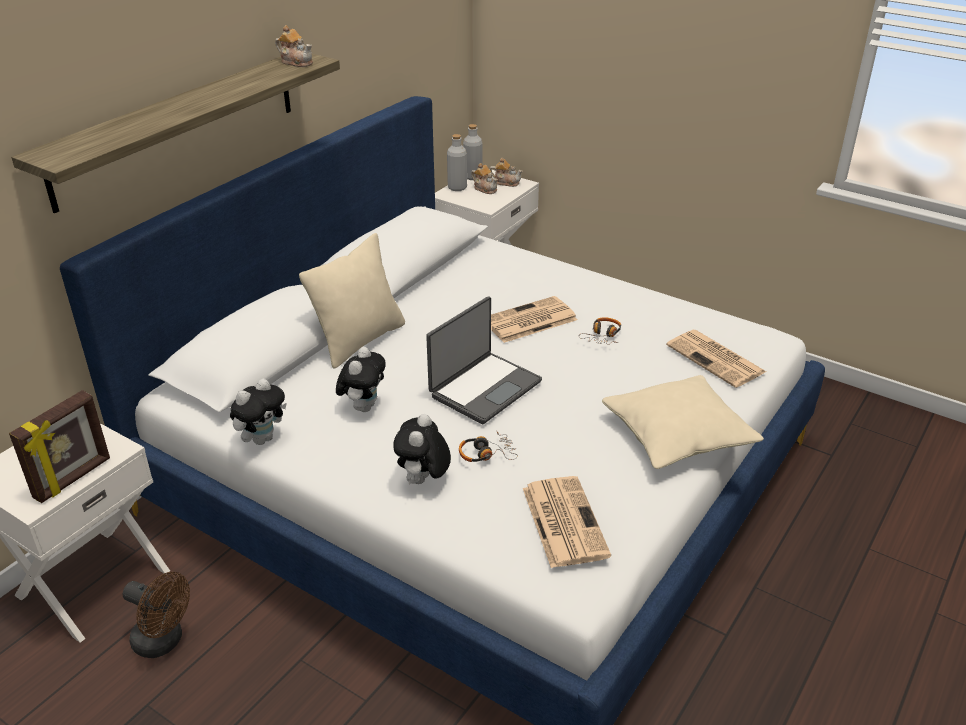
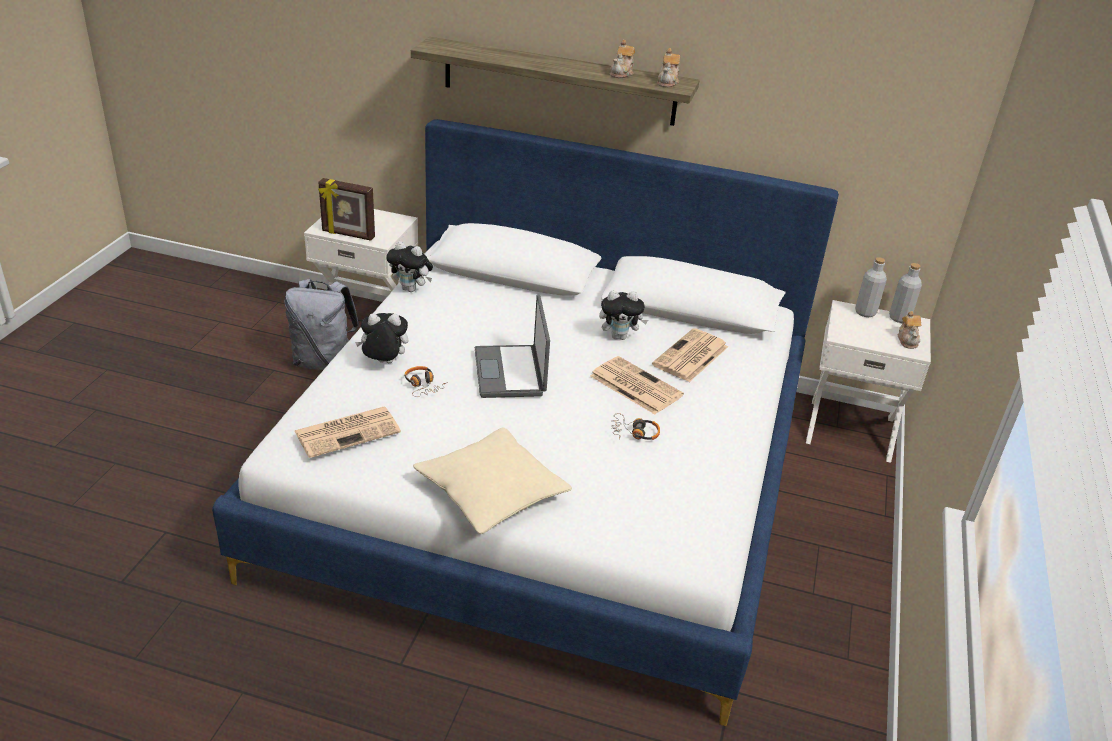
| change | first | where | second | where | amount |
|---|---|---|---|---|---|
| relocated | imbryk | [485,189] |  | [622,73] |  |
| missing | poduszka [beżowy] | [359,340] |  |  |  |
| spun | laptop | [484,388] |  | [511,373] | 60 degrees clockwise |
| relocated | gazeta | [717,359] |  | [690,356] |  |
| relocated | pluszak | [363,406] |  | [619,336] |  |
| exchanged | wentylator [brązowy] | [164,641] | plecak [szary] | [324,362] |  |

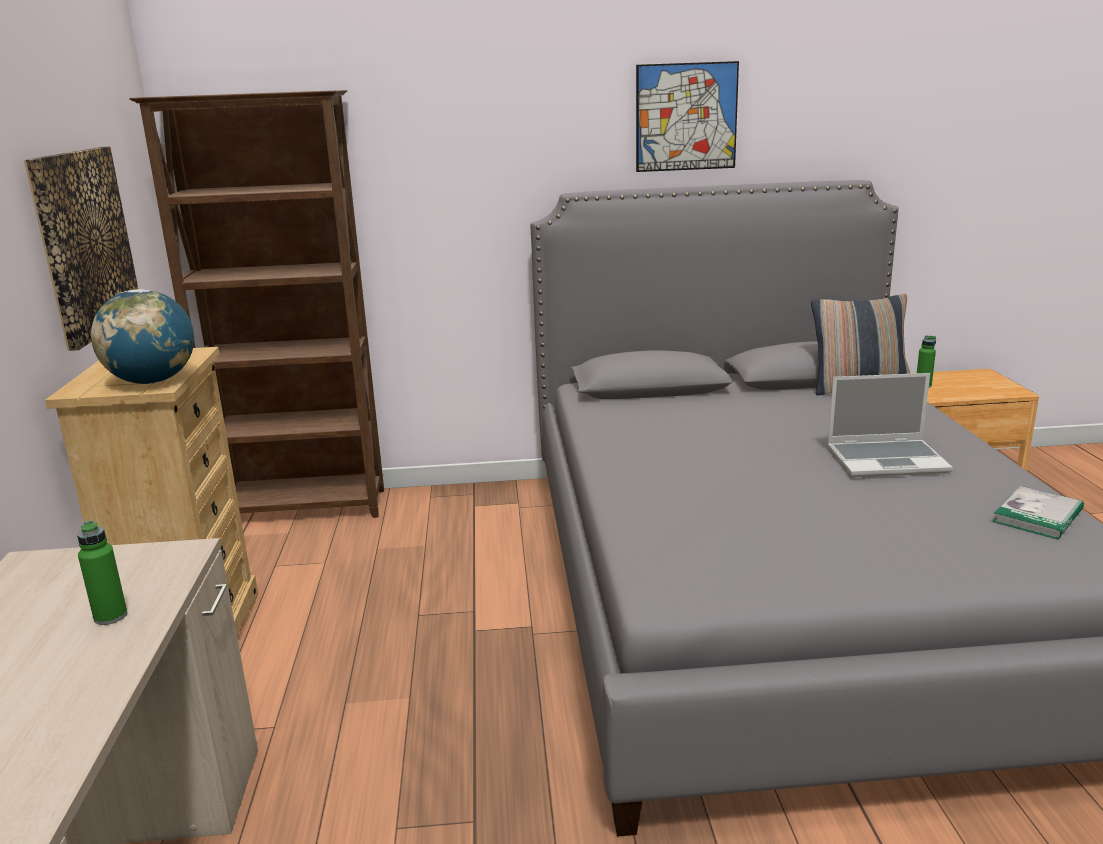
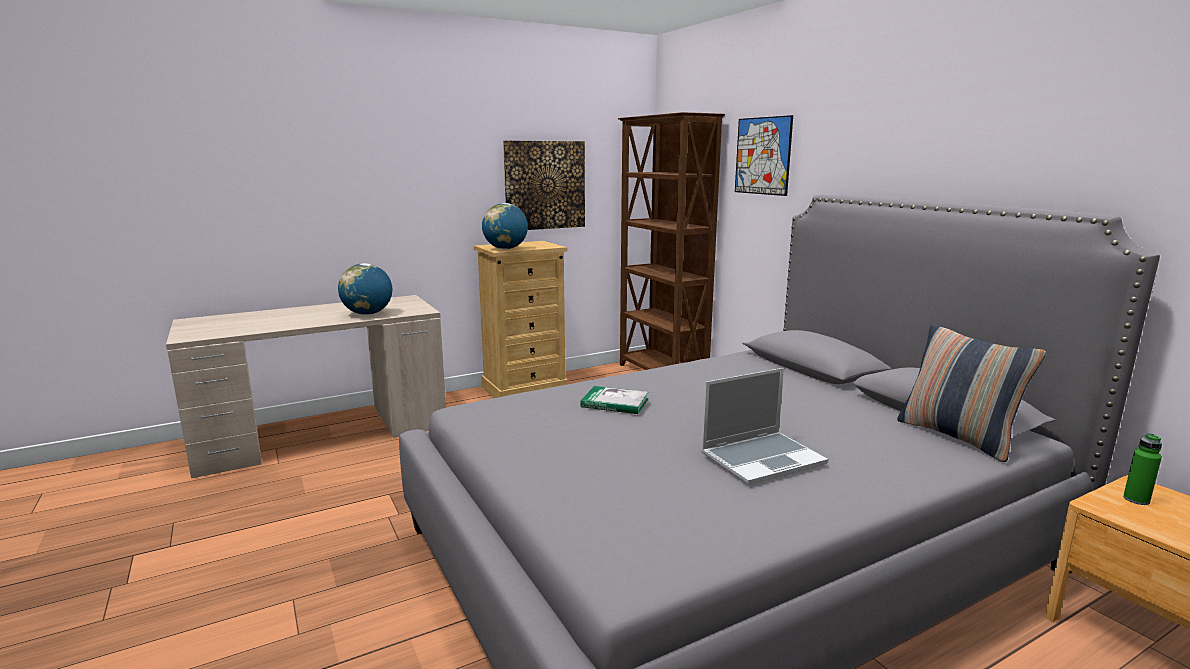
| change | first | where | second | where | amount |
|---|---|---|---|---|---|
| relocated | obraz | [686,117] |  | [762,156] |  |
| spun | laptop | [887,460] |  | [762,459] | 90 degrees counterclockwise |
| relocated | książka | [1038,516] |  | [615,403] |  |
| exchanged | butelka [zielony] | [110,616] | globus | [368,314] |  |

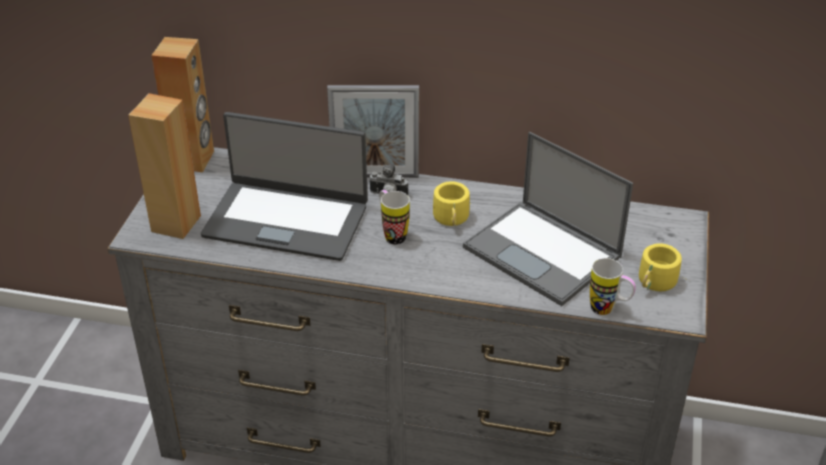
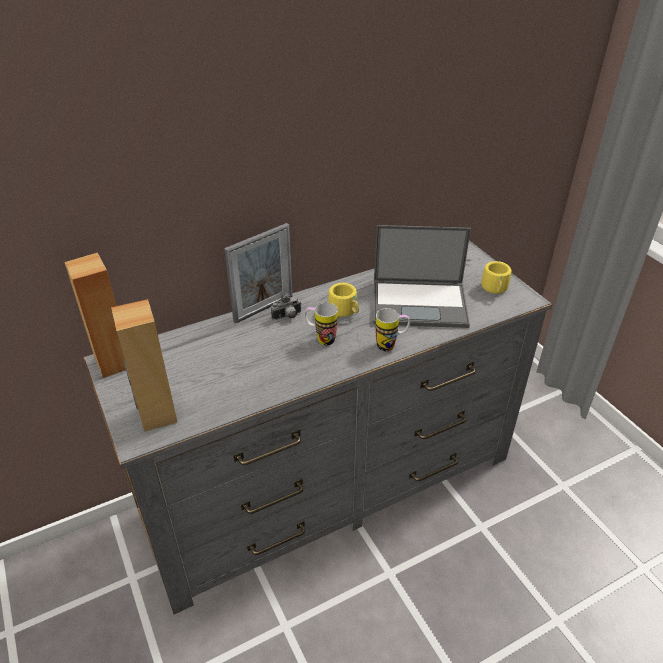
| change | first | where | second | where | amount |
|---|---|---|---|---|---|
| missing | laptop | [286,220] |  |  |  |
| relocated | kubek | [608,310] |  | [391,345] |  |

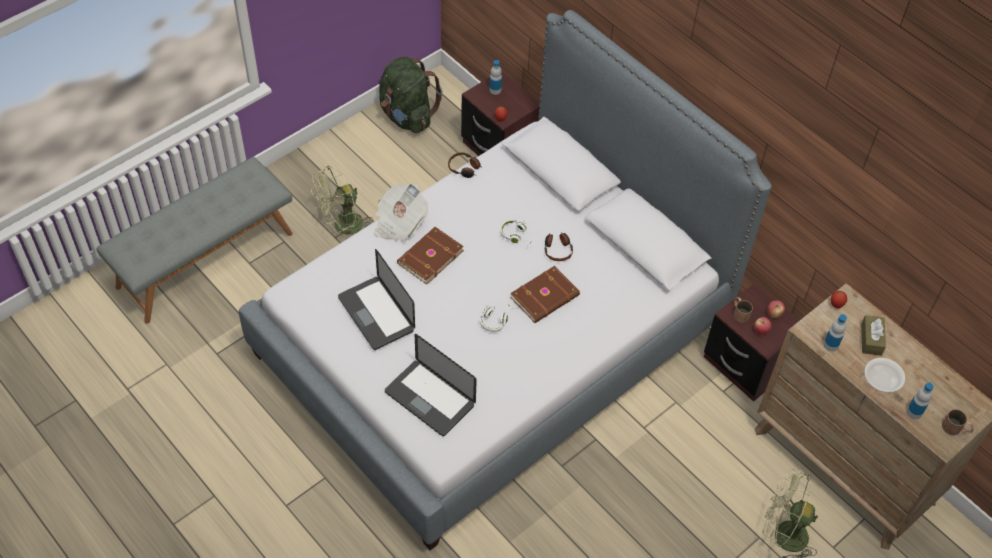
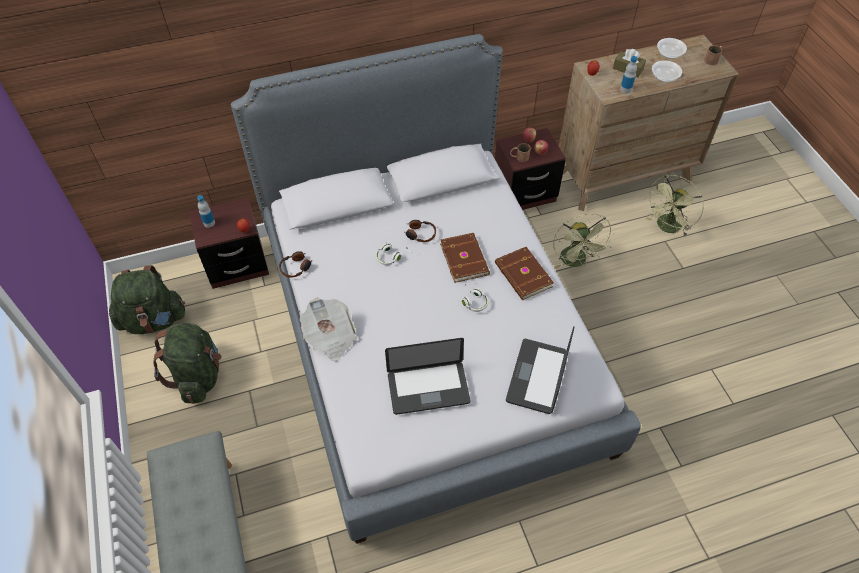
| change | first | where | second | where | amount |
|---|---|---|---|---|---|
| relocated | wentylator [zielony] | [343,227] |  | [576,262] |  |
| relocated | książka [brązowy] | [429,257] |  | [522,275] |  |
| spun | laptop | [429,398] |  | [537,376] | 135 degrees clockwise |
| missing | butelka | [914,412] |  |  |  |
| appeared |  |  | miska | [669,54] |  |
| appeared |  |  | plecak [zielony] | [198,376] |  |

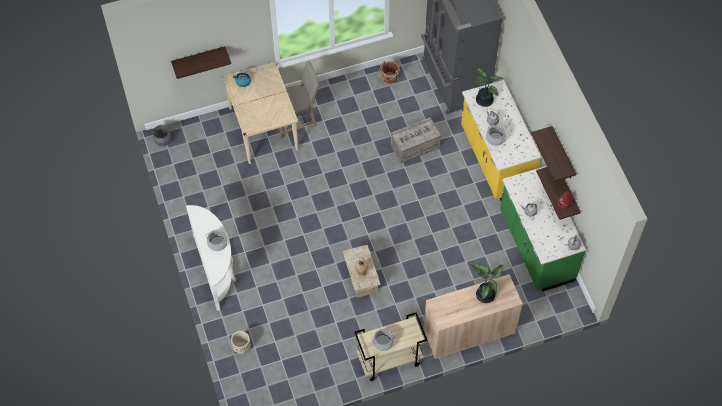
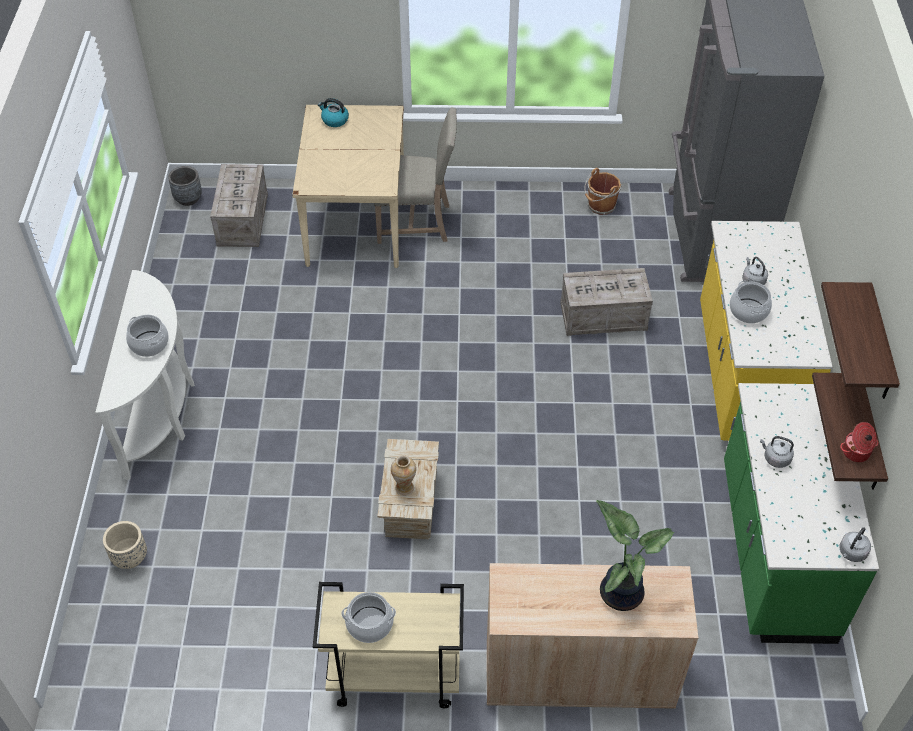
| change | first | where | second | where | amount |
|---|---|---|---|---|---|
| missing | półka | [199,58] |  |  |  |
| missing | roślina doniczkowa | [483,100] |  |  |  |
| appeared |  |  | skrzynka | [243,220] |  |

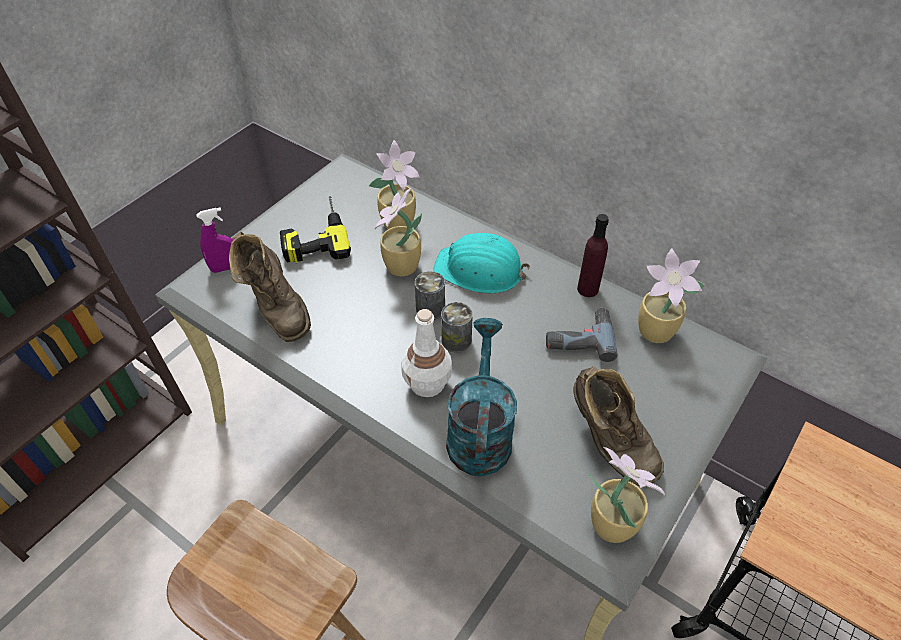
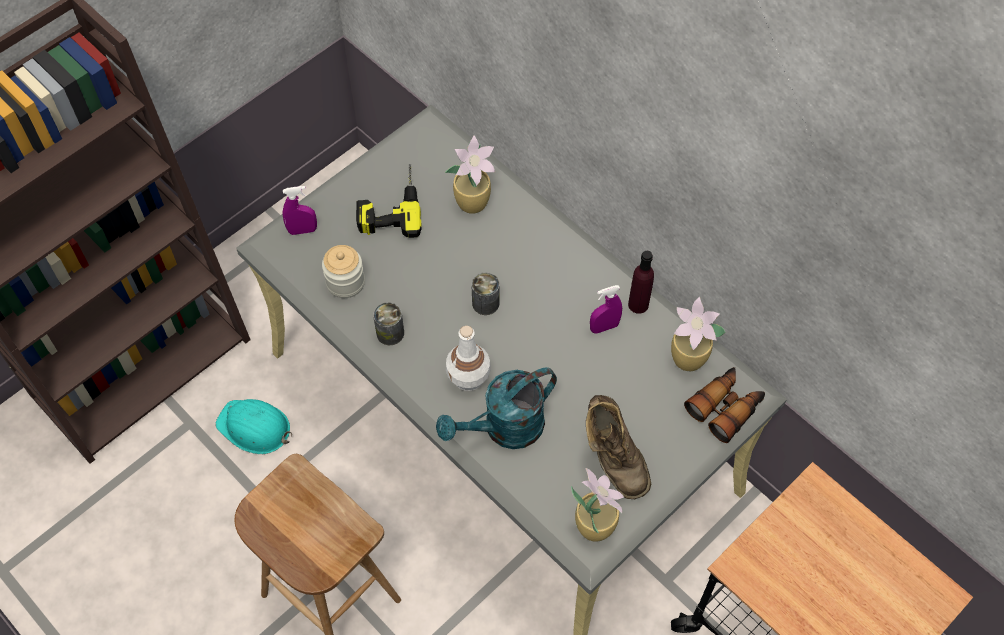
| change | first | where | second | where | amount |
|---|---|---|---|---|---|
| missing | roślina doniczkowa | [401,267] |  |  |  |
| exchanged | but z cholewką [brązowy] | [277,309] | słoik | [345,282] |  |
| relocated | kask [turkusowy] | [480,270] |  | [254,428] |  |
| relocated | puszka | [456,340] |  | [390,333] |  |
| missing | wiertarka | [578,337] |  |  |  |
| spun | konewka [turkusowy] | [479,431] |  | [504,429] | 135 degrees counterclockwise |
| appeared |  |  | spryskiwacz [fioletowy] | [604,327] |  |
| appeared |  |  | lornetka | [725,407] |  |

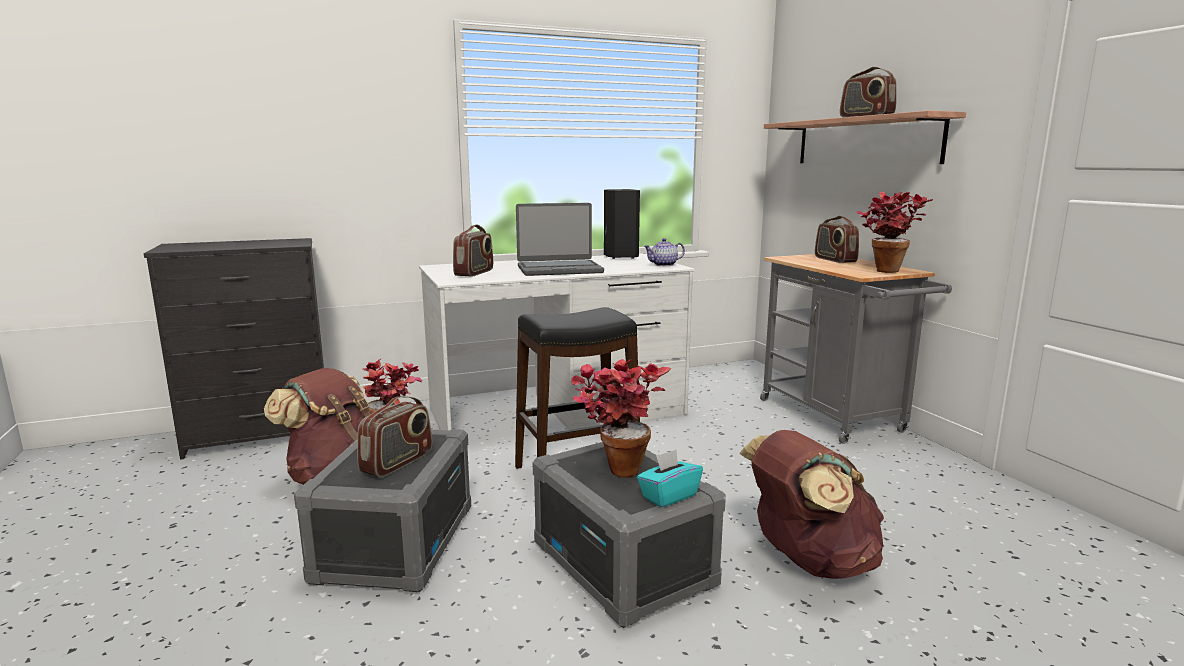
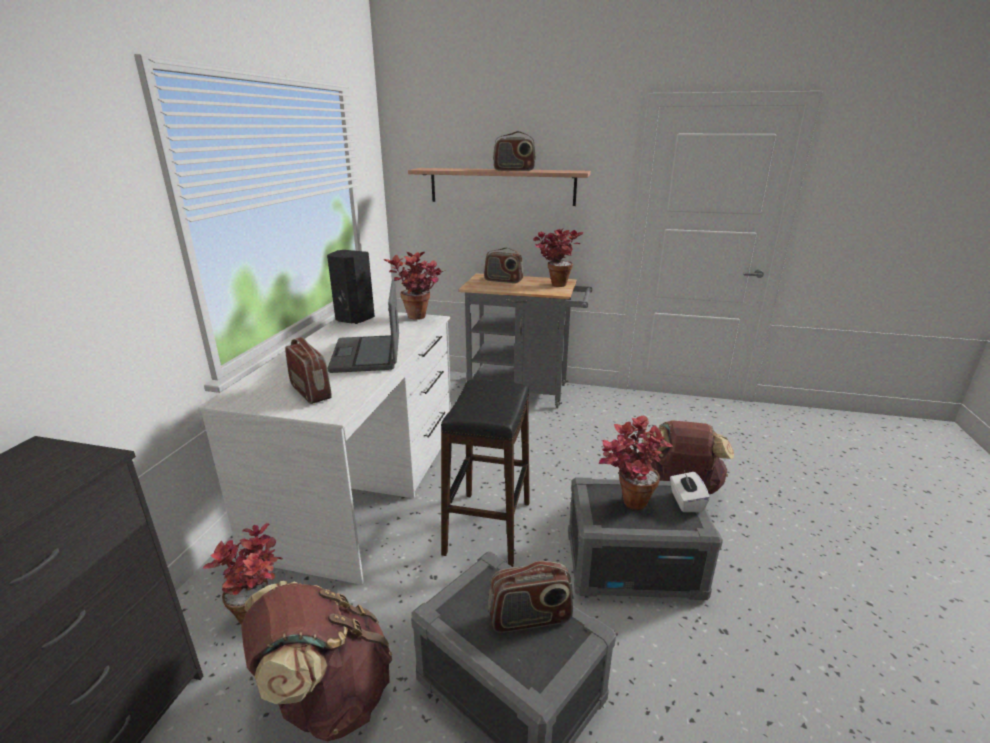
| change | first | where | second | where | amount |
|---|---|---|---|---|---|
| spun | laptop | [559,269] |  | [367,355] | 150 degrees clockwise |
| exchanged | imbryk | [663,265] | roślina doniczkowa | [420,319] |  |
| spun | radio | [398,463] |  | [530,618] | 105 degrees clockwise |
| colour | pudełko chusteczek [turkusowy] | [668,496] | pudełko chusteczek [biały] | [686,502] |  |

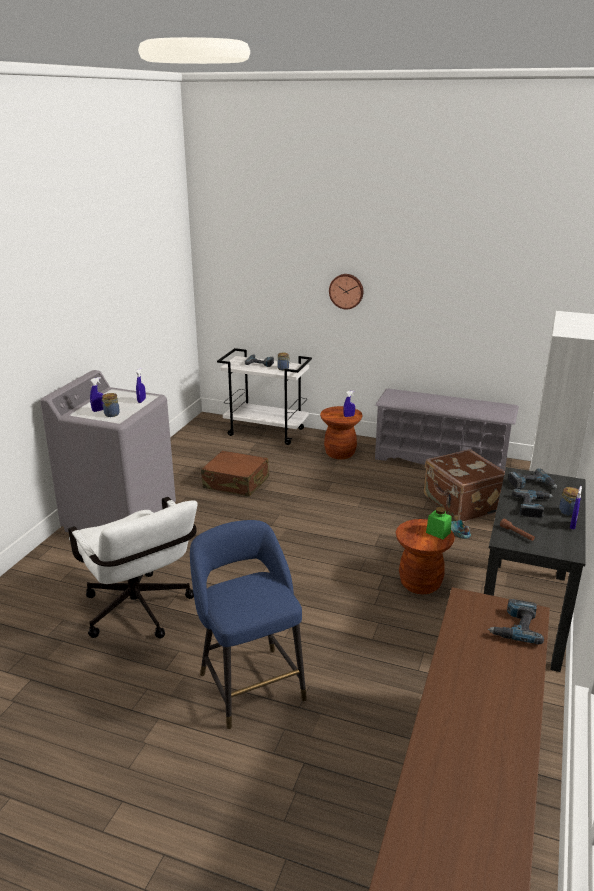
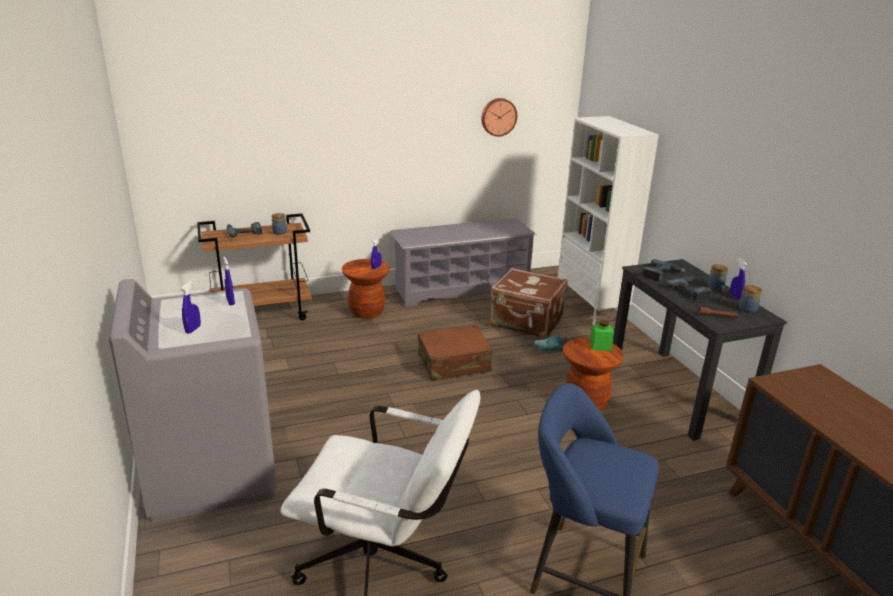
| change | first | where | second | where | amount |
|---|---|---|---|---|---|
| relocated | zegar ścienny | [346,291] |  | [498,117] |  |
| colour | wózek [biały] | [267,432] | wózek [brązowy] | [263,313] |  |
| relocated | słoik | [111,414] |  | [746,309] |  |
| relocated | walizka [brązowy] | [236,483] |  | [454,363] |  |
| missing | wiertarka | [515,626] |  |  |  |

